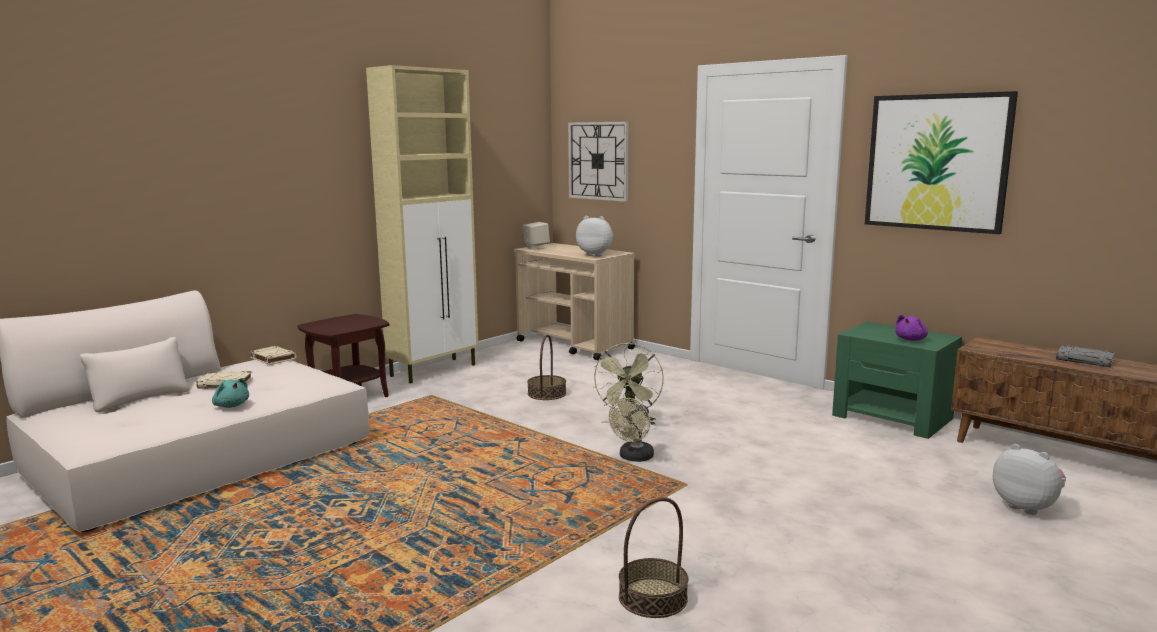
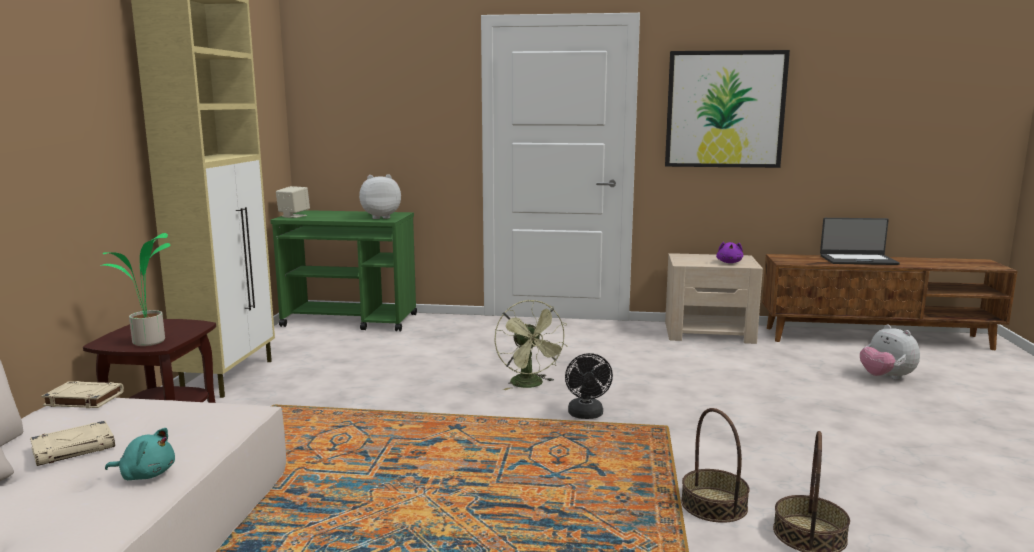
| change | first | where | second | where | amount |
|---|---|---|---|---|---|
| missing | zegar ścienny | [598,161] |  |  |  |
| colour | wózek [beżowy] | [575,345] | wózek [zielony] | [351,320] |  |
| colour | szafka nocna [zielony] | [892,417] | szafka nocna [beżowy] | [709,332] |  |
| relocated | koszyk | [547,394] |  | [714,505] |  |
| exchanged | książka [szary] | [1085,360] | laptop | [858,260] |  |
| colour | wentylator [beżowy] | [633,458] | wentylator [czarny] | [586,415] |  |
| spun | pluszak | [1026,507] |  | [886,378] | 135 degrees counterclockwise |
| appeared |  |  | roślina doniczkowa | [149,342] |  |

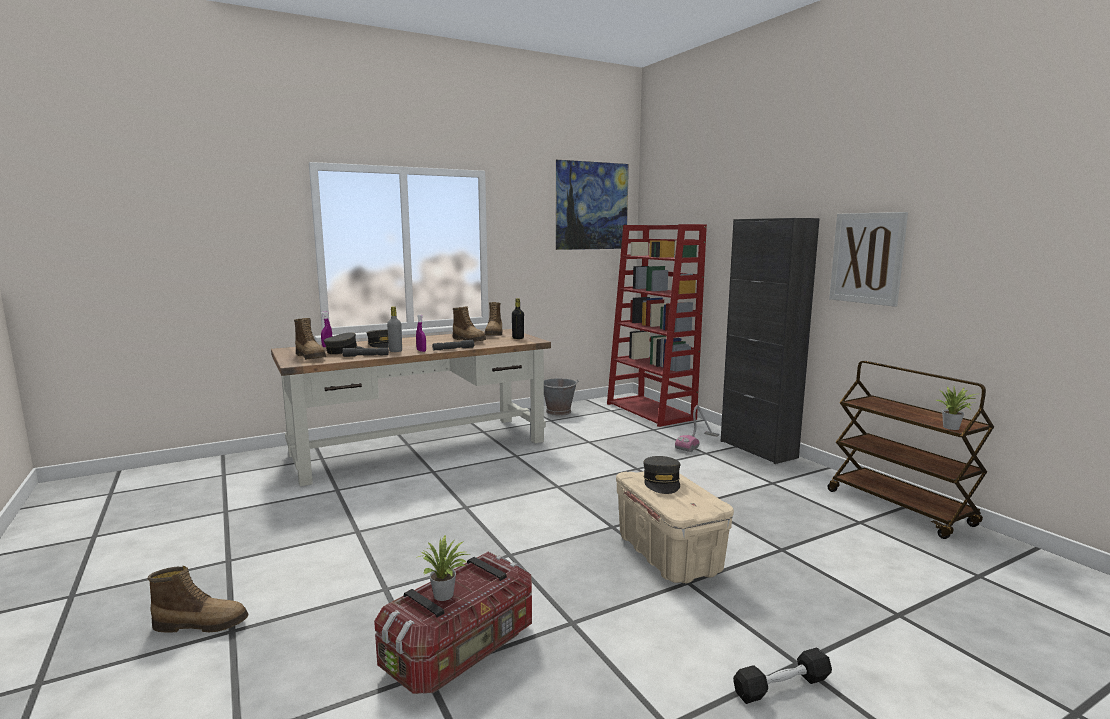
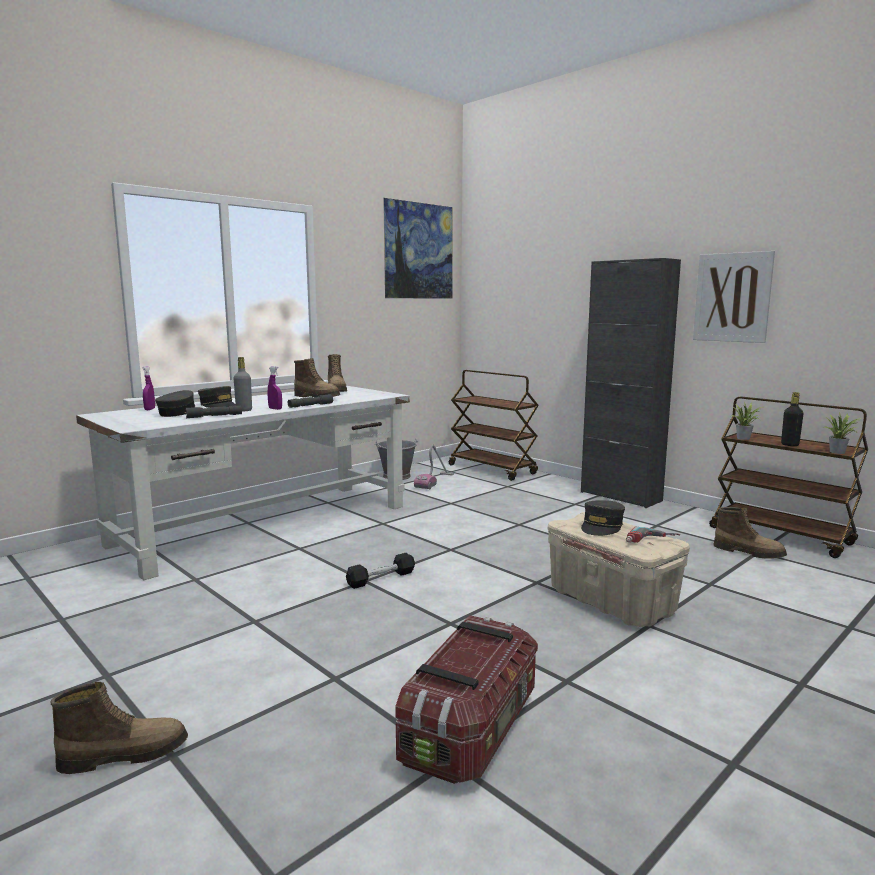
| change | first | where | second | where | amount |
|---|---|---|---|---|---|
| exchanged | regał [czerwony] | [651,411] | wózek [brązowy] | [492,469] |  |
| relocated | butelka [czarny] | [518,338] |  | [790,445] |  |
| relocated | but z cholewką | [311,357] |  | [749,552] |  |
| colour | biurko [brązowy] | [420,447] | biurko [biały] | [266,524] |  |
| relocated | odkurzacz | [698,442] |  | [435,481] |  |
| spun | czapka z daszkiem [szary] | [662,482] |  | [602,526] | 45 degrees clockwise |
| relocated | roślina doniczkowa | [445,596] |  | [745,438] |  |
| relocated | hantel [czarny] | [781,686] |  | [381,578] |  |
| appeared |  |  | wiertarka | [651,541] |  |

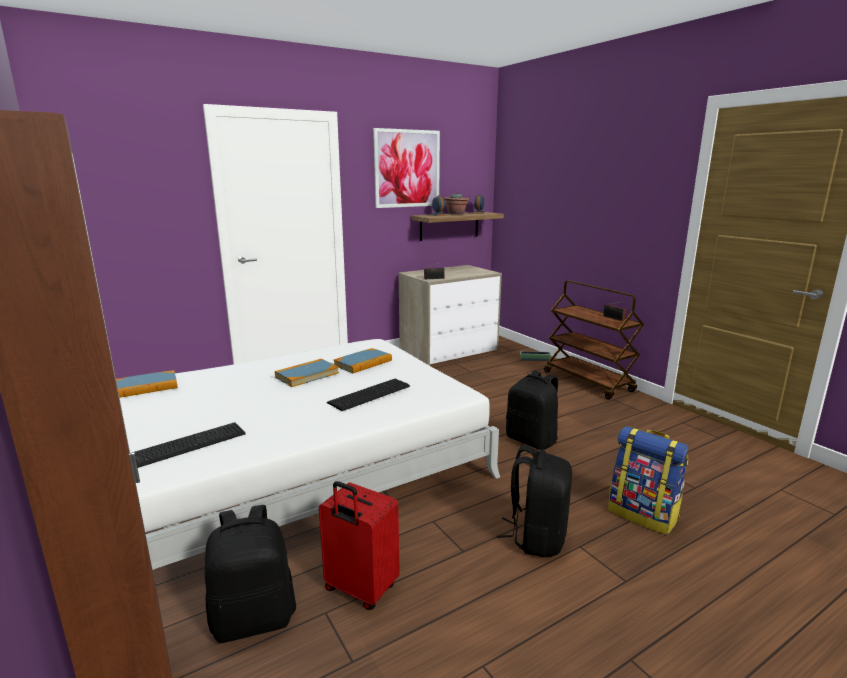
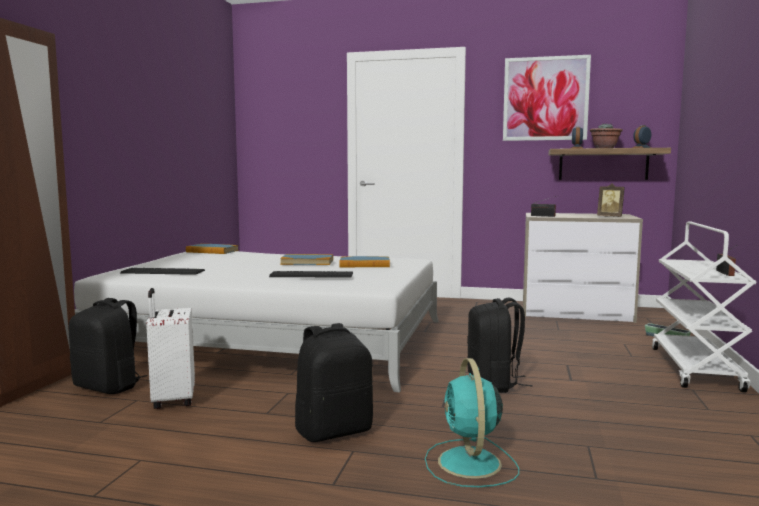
| change | first | where | second | where | amount |
|---|---|---|---|---|---|
| colour | wózek [brązowy] | [588,382] | wózek [biały] | [695,369] |  |
| exchanged | plecak | [643,514] | wentylator [turkusowy] | [470,464] |  |
| colour | walizka [czerwony] | [360,589] | walizka [biały] | [172,400] |  |
| appeared |  |  | ramka na zdjęcie | [610,217] |  |

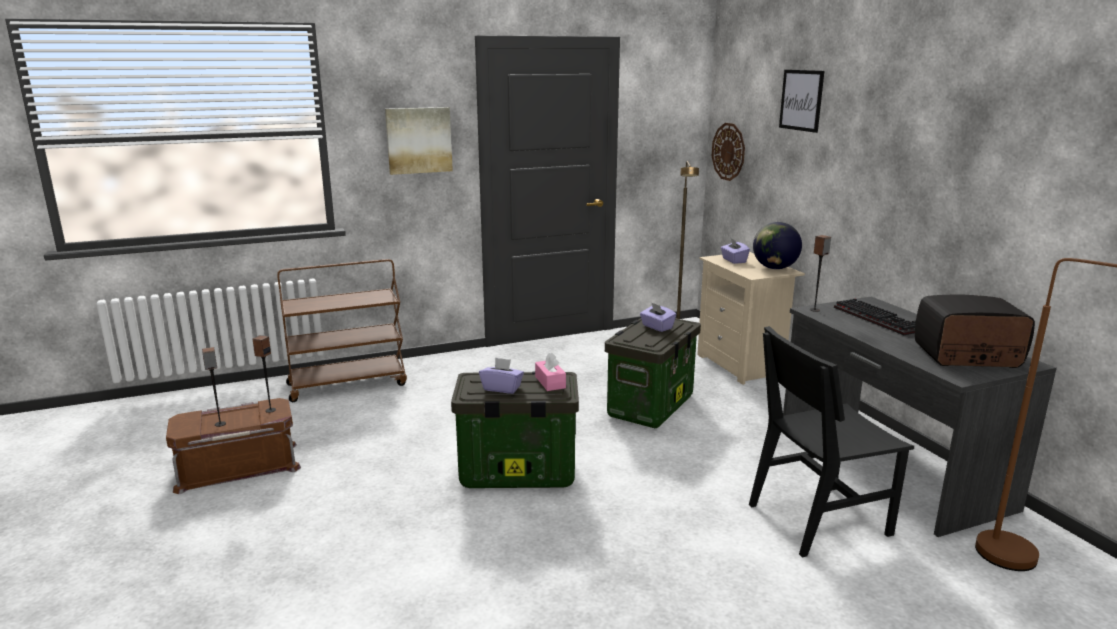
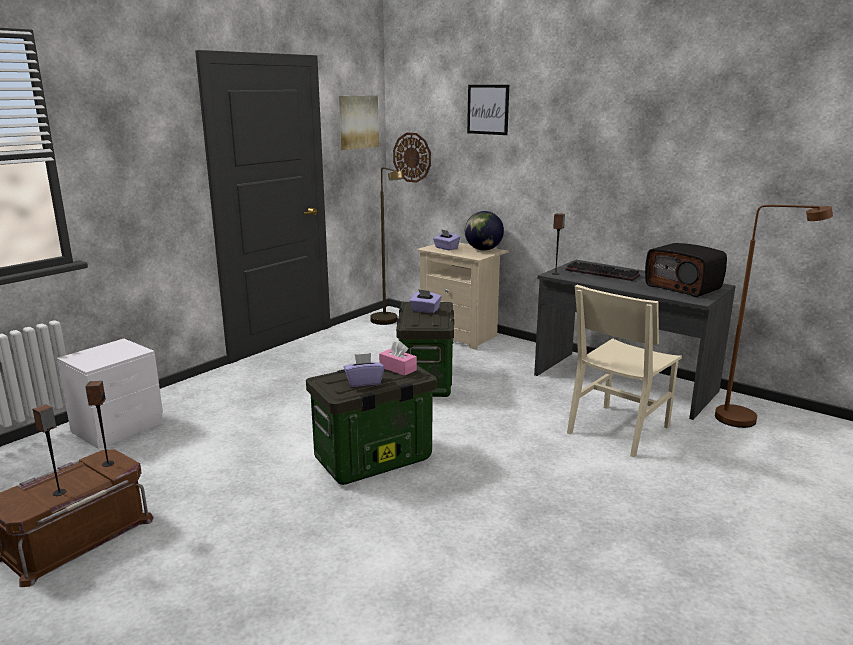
| change | first | where | second | where | amount |
|---|---|---|---|---|---|
| relocated | obraz | [419,140] |  | [358,122] |  |
| exchanged | wózek [brązowy] | [348,384] | szafka nocna [biały] | [118,428] |  |
| spun | radio | [966,356] |  | [683,287] | 105 degrees counterclockwise |
| colour | krzesło [czarny] | [818,519] | krzesło [beżowy] | [618,429] |  |

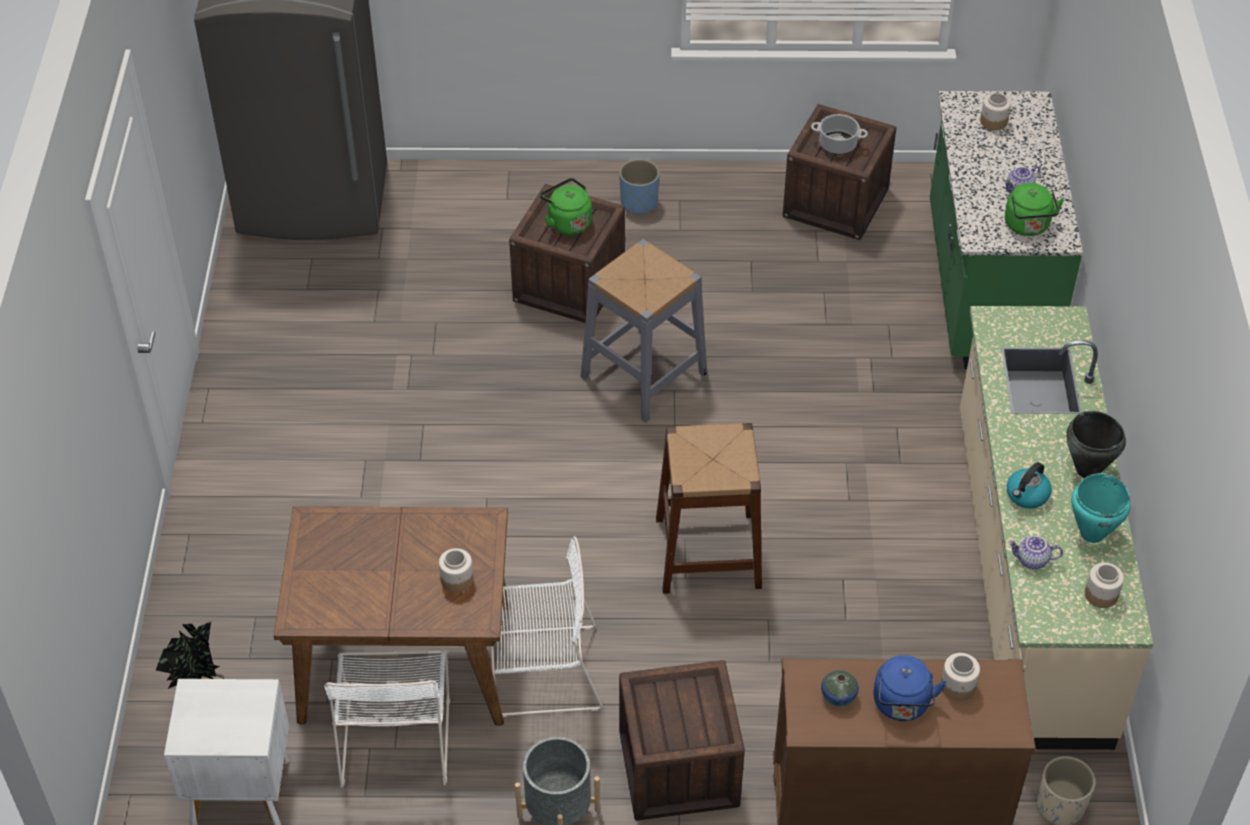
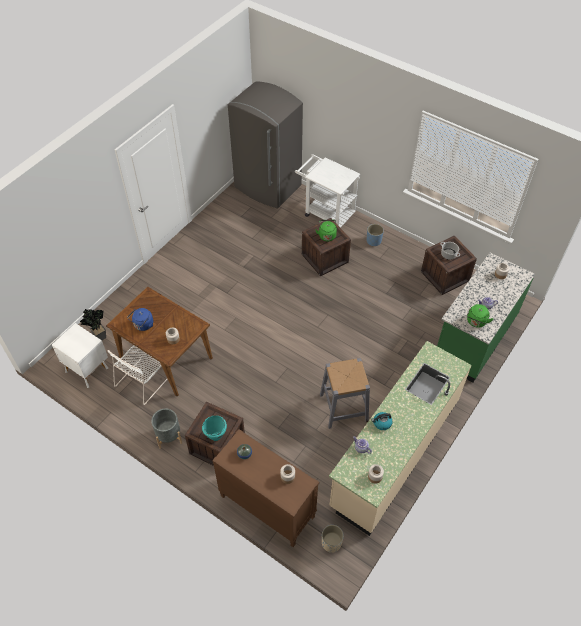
| change | first | where | second | where | amount |
|---|---|---|---|---|---|
| relocated | stołek [szary] | [643,374] |  | [343,407] |  |
| missing | garnek [czarny] | [1087,470] |  |  |  |
| missing | stołek [brązowy] | [708,552] |  |  |  |
| relocated | garnek [turkusowy] | [1091,534] |  | [215,436] |  |
| missing | krzesło [biały] | [541,671] |  |  |  |
| relocated | czajnik [niebieski] | [902,705] |  | [143,325] |  |
| appeared |  |  | wózek [biały] | [325,212] |  |

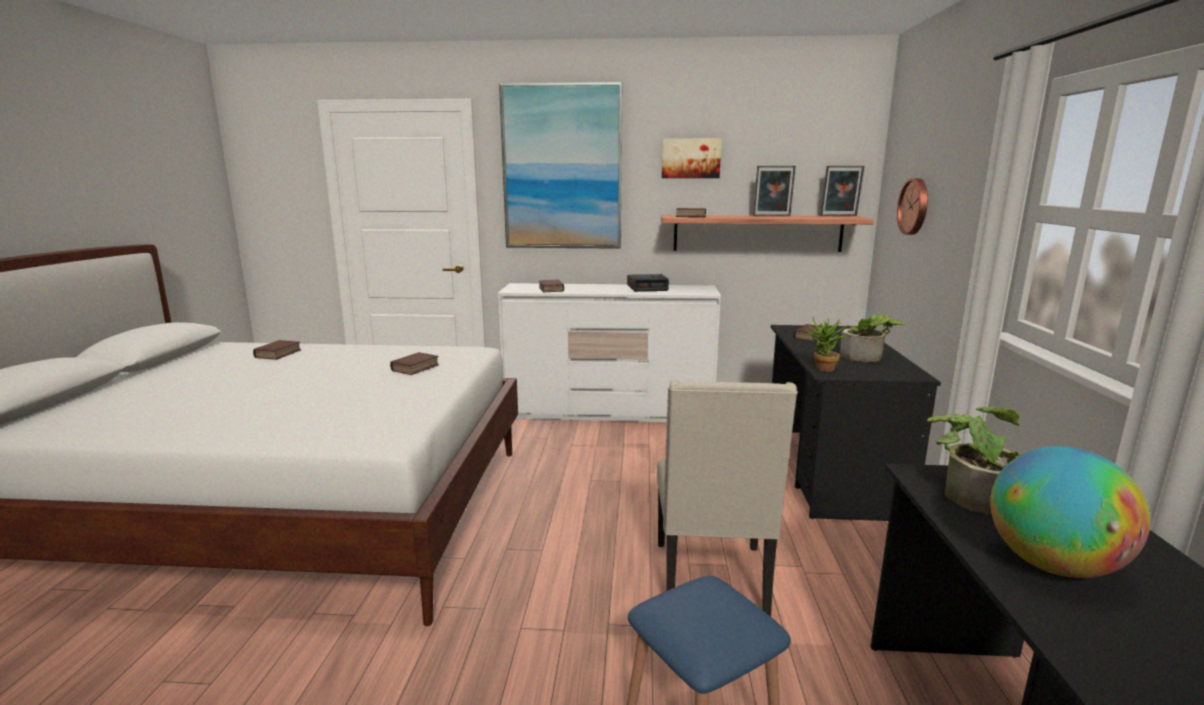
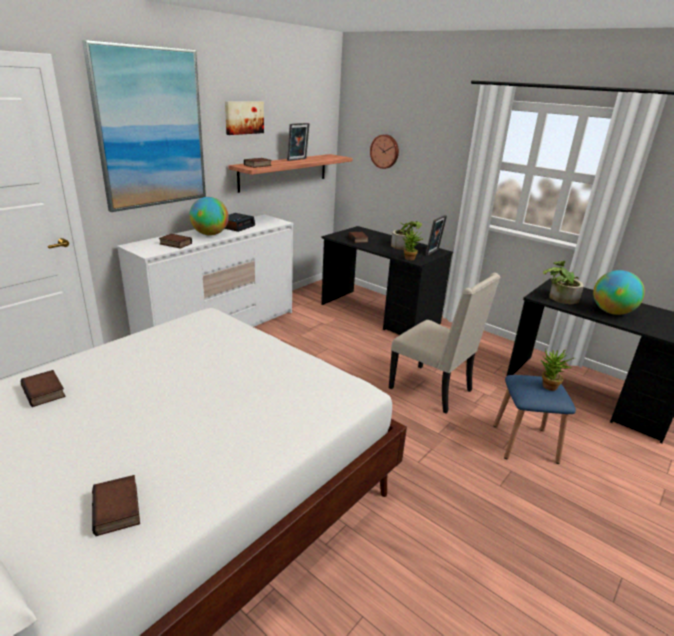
| change | first | where | second | where | amount |
|---|---|---|---|---|---|
| relocated | ramka na zdjęcie | [839,216] |  | [433,252] |  |
| relocated | książka | [416,368] |  | [118,509] |  |
| appeared |  |  | globus | [210,234] |  |
| appeared |  |  | roślina doniczkowa | [548,388] |  |

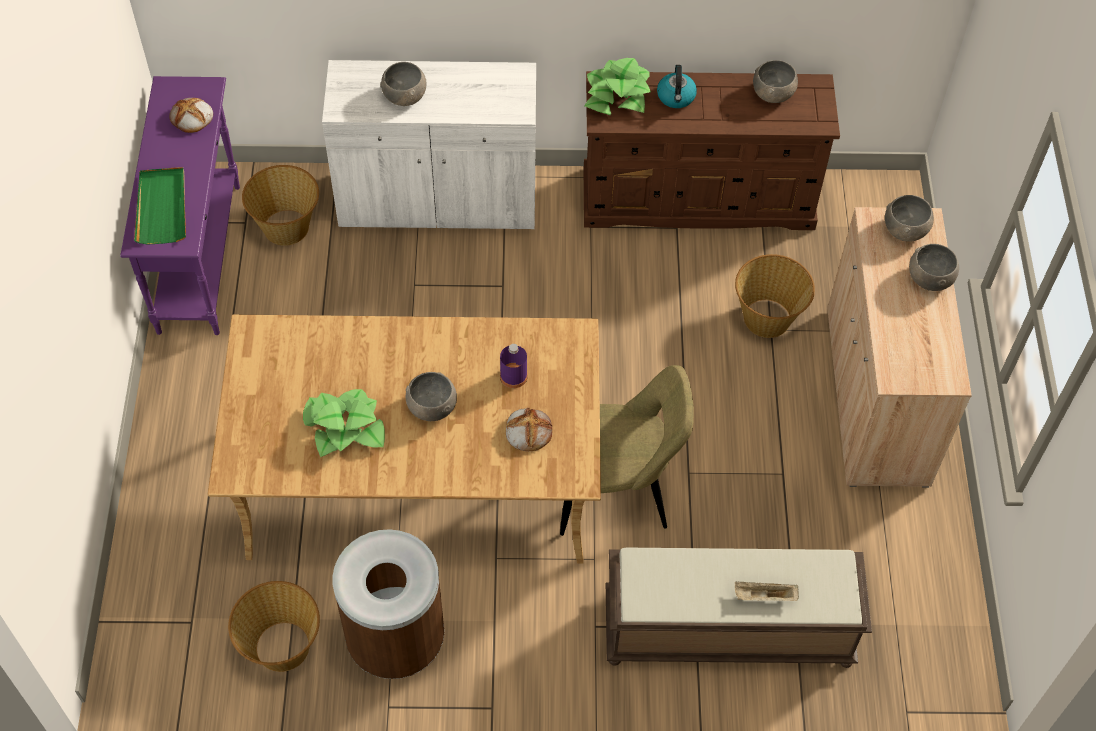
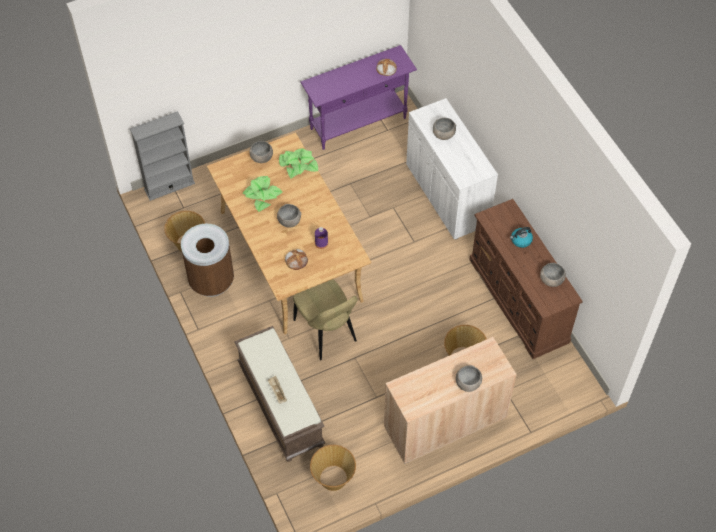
| change | first | where | second | where | amount |
|---|---|---|---|---|---|
| relocated | roślina doniczkowa | [617,94] |  | [298,165] |  |
| relocated | koszyk | [287,227] |  | [333,478] |  |
| missing | taca [zielony] | [162,207] |  |  |  |
| relocated | miska [szary] | [906,229] |  | [262,157] |  |
| appeared |  |  | regał [szary] | [169,186] |  |

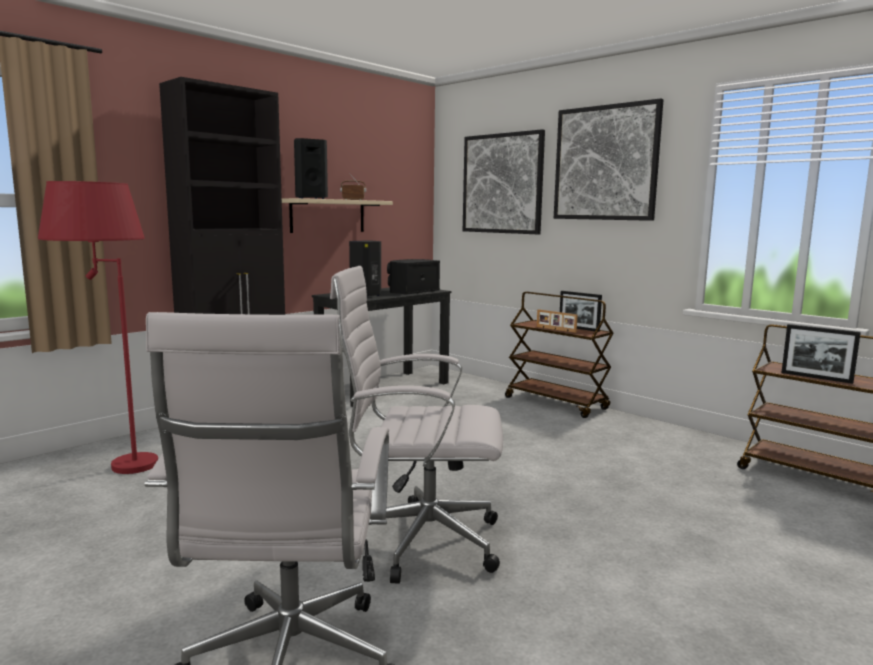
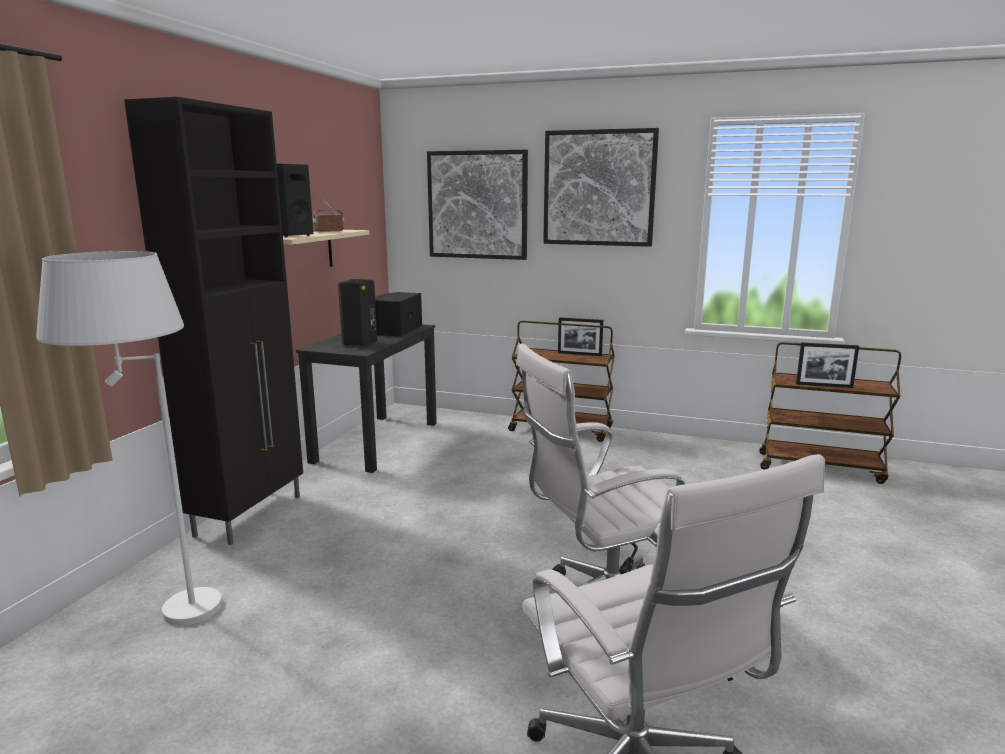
| change | first | where | second | where | amount |
|---|---|---|---|---|---|
| colour | lampa stojąca [czerwony] | [112,463] | lampa stojąca [biały] | [159,614] |  |
| missing | ramka na zdjęcie | [555,329] |  |  |  |

